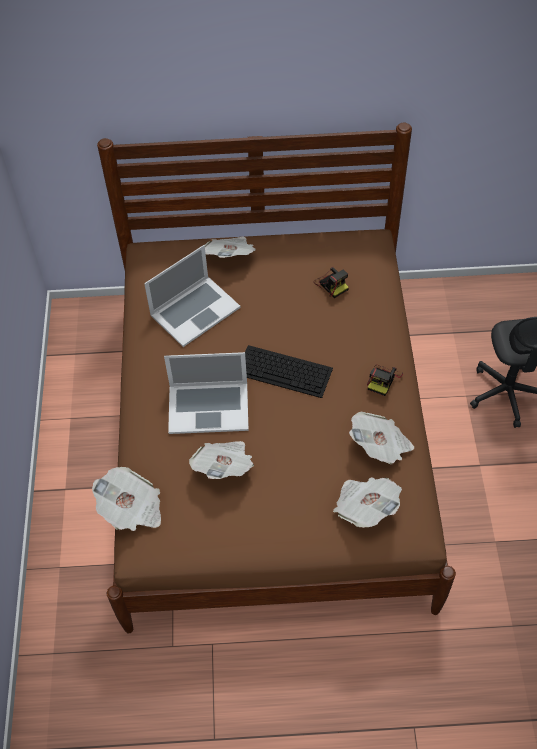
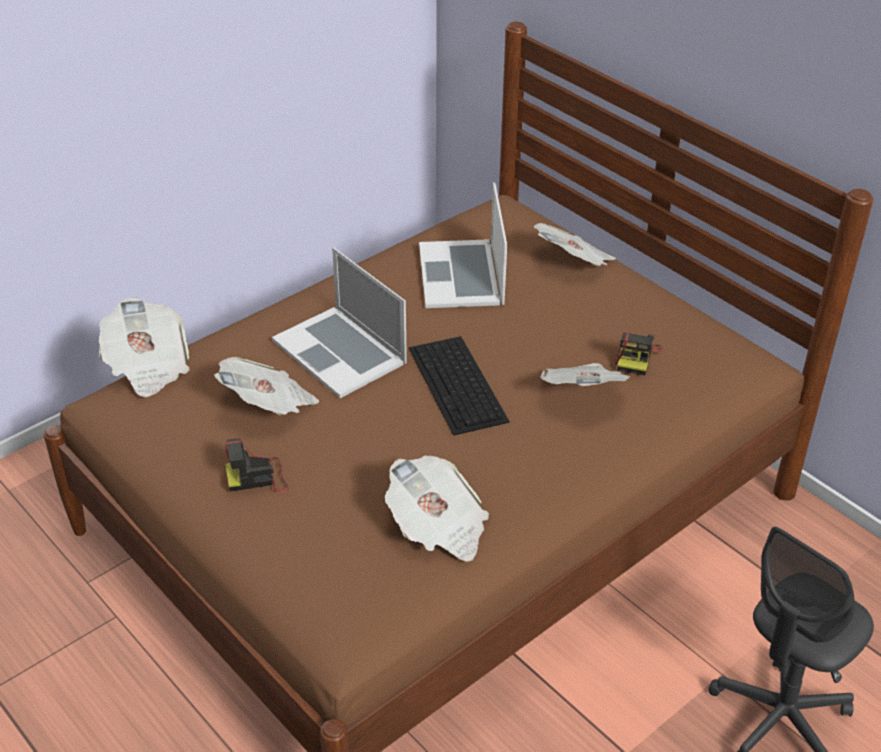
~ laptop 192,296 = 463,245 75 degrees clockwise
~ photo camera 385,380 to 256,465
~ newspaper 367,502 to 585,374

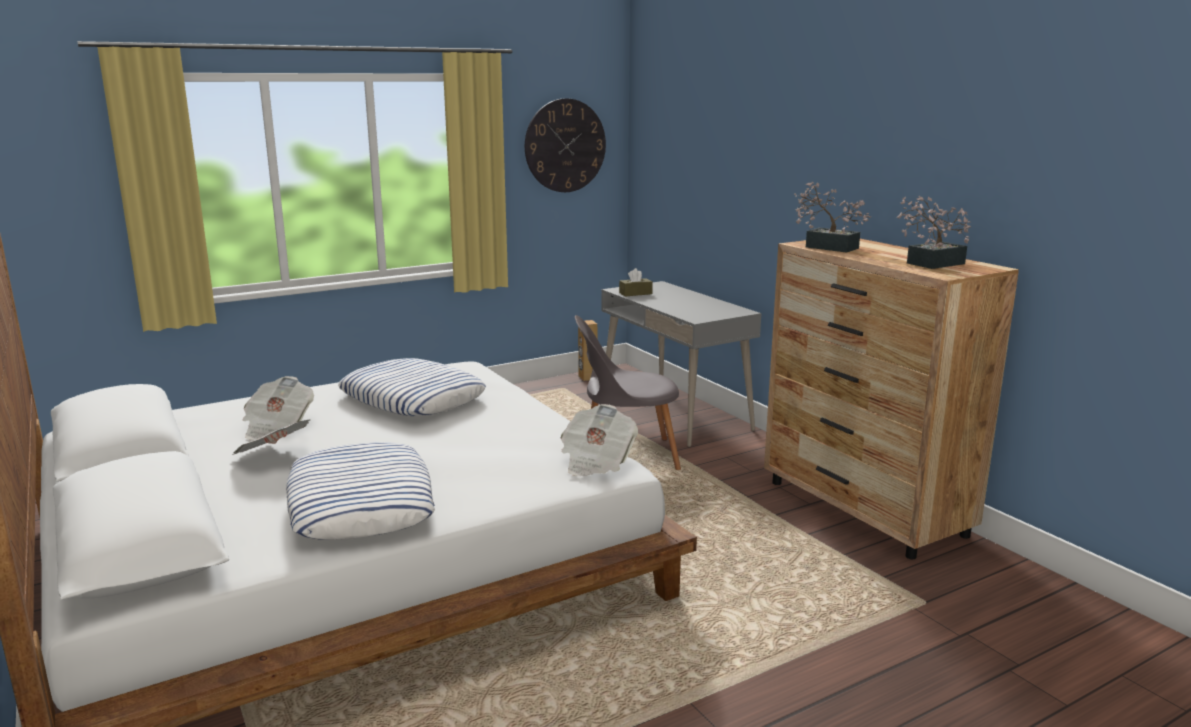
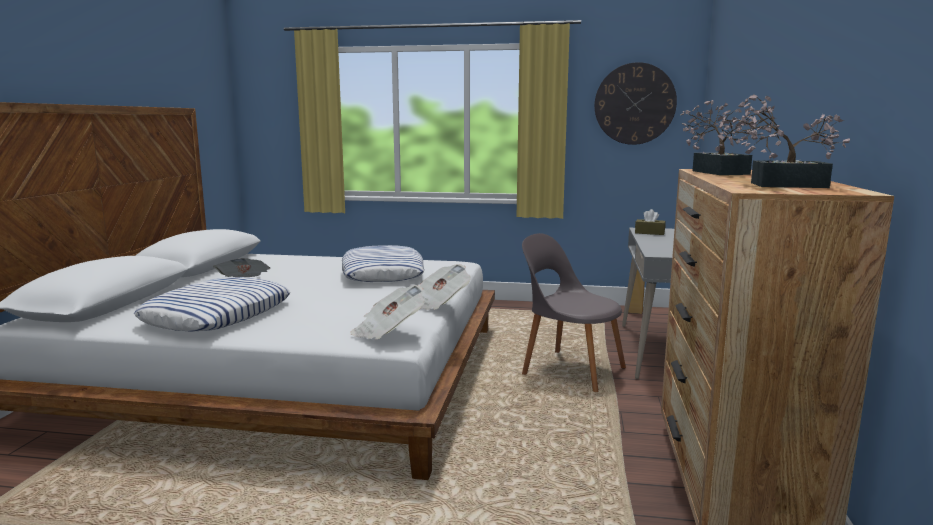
~ newspaper 278,408 to 445,287

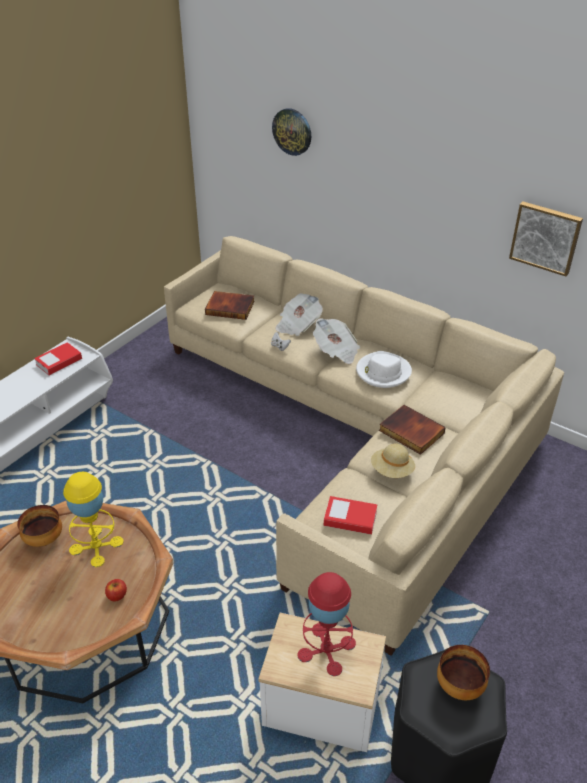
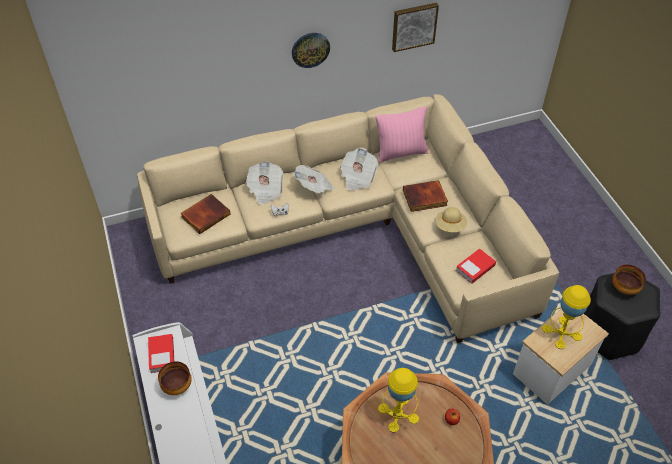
~ wall clock 291,132 to 311,50
~ white hat 384,369 to newspaper 359,169
~ bowl 39,526 to 175,378
~ red table lamp 327,624 to yellow table lamp 566,317
+ pink pillow 402,135

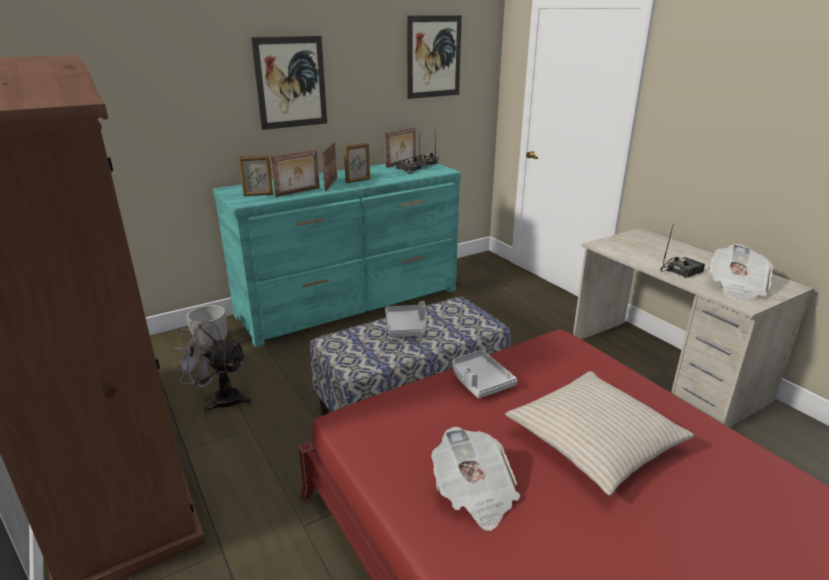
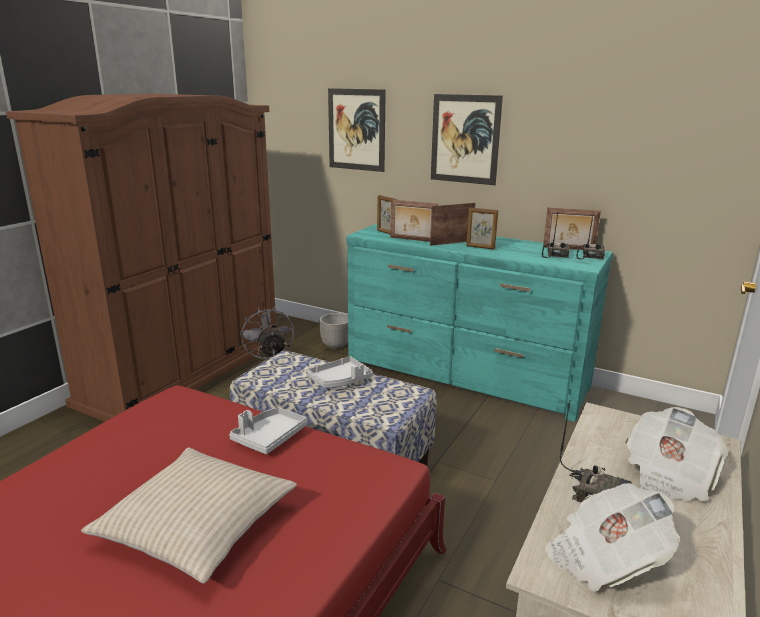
~ picture 434,57 to 357,130
~ newspaper 475,478 to 677,454

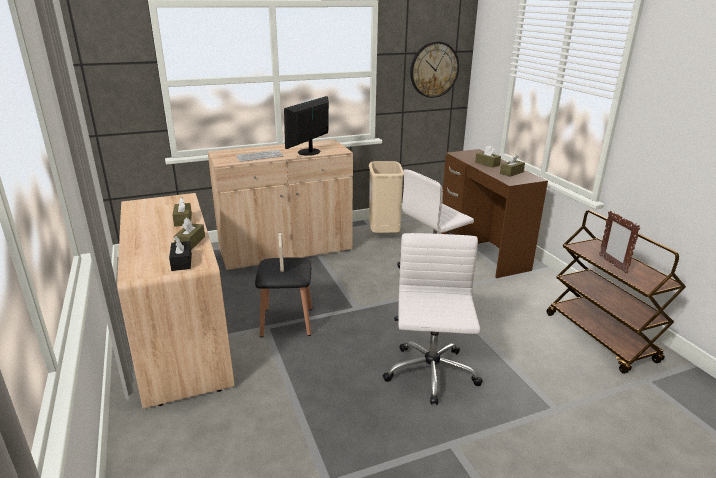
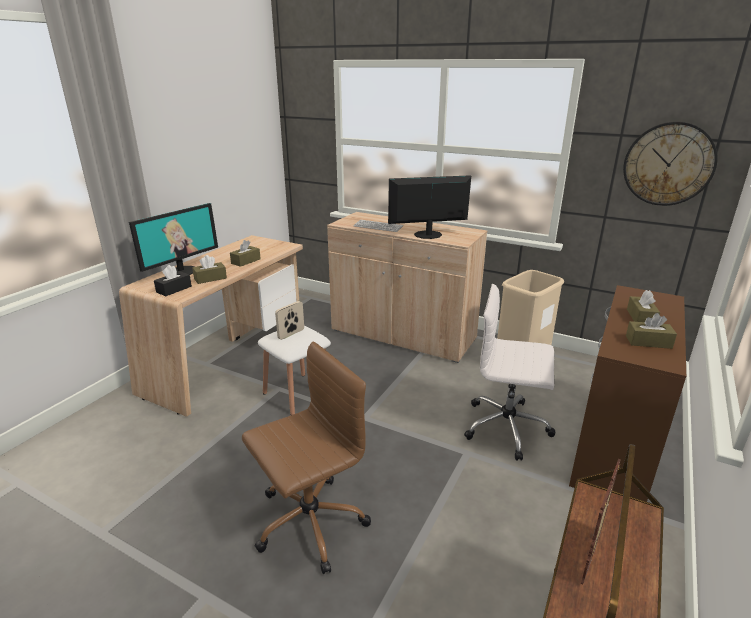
~ white office chair 433,319 to brown office chair 306,457
~ black stool 283,297 to white stool 294,370
+ monitor 173,239

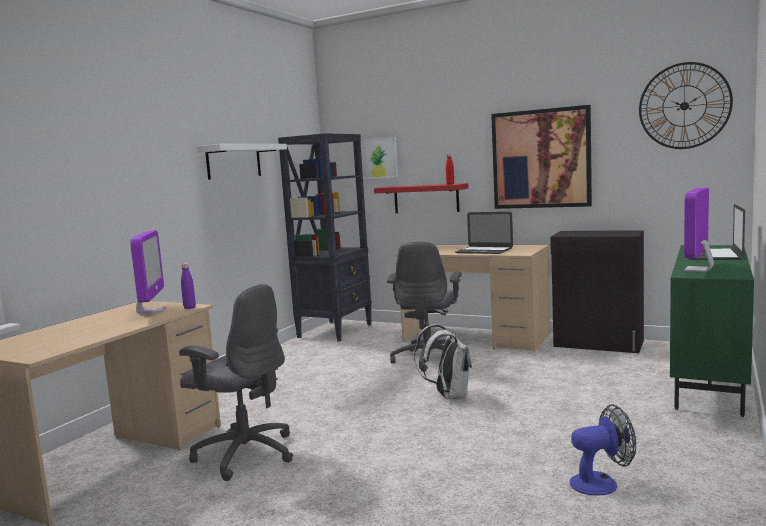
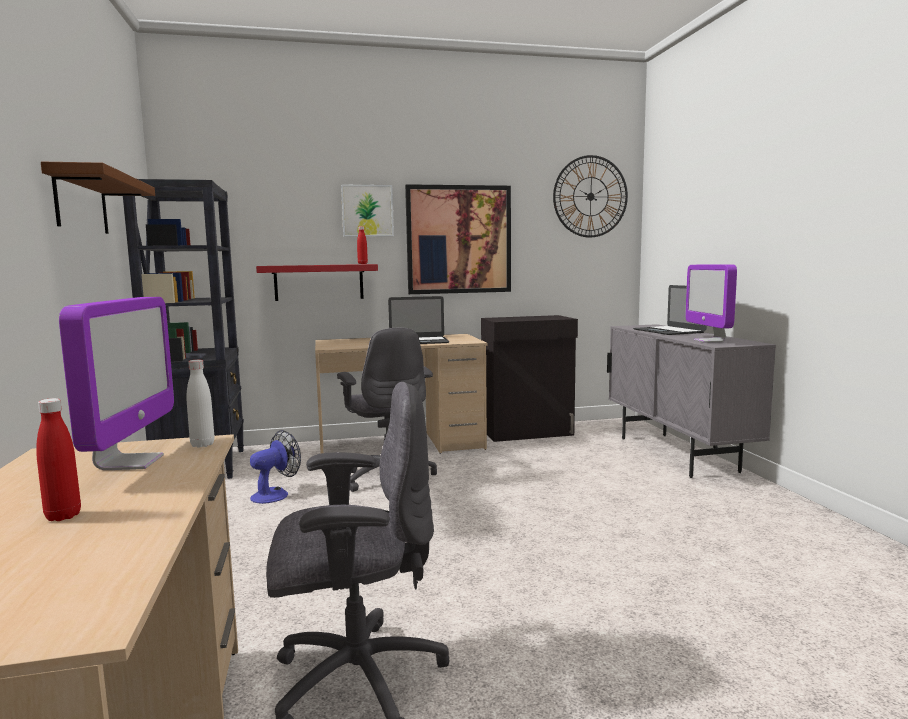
~ picture 379,158 to 367,211
~ white shelf 241,162 to brown shelf 98,198
~ monitor 148,272 = 116,383 45 degrees clockwise
~ green cabinet 712,331 to grey cabinet 691,401
~ purple bottle 188,286 to white bottle 200,404
- white backpack 443,361
~ fan 603,449 to 275,467
+ red bottle 58,459

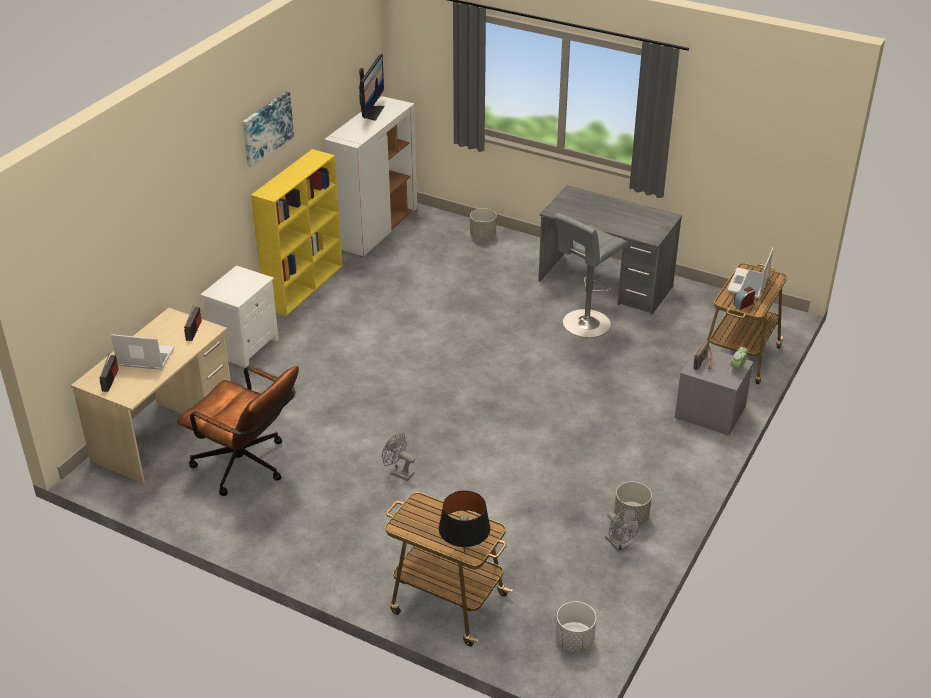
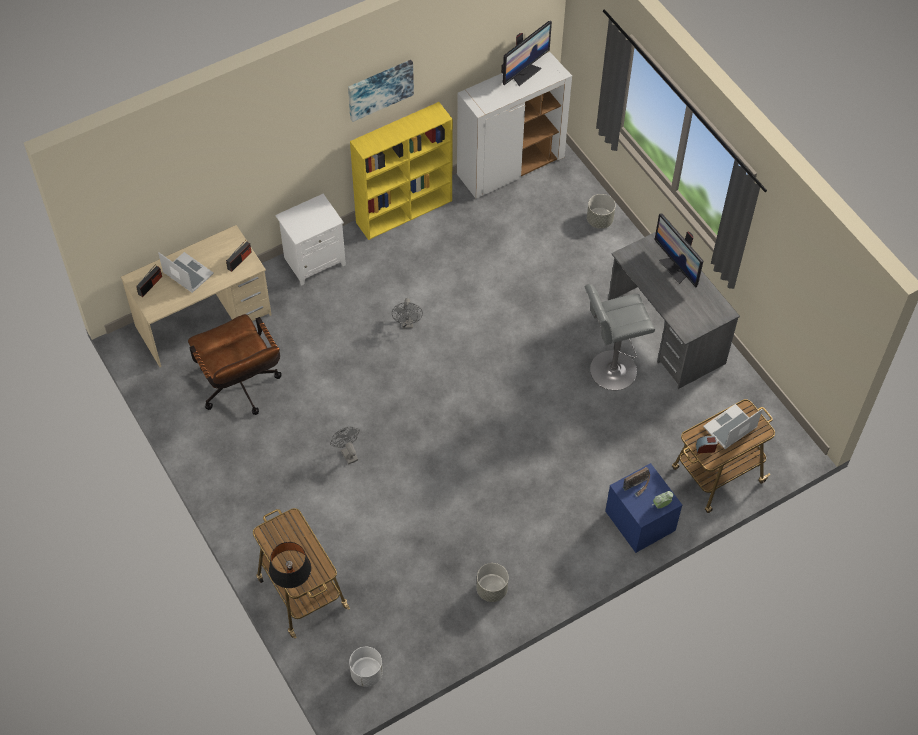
~ grey nightstand 714,390 to blue nightstand 643,508
~ grey fan 623,530 to 407,313
+ monitor 679,250

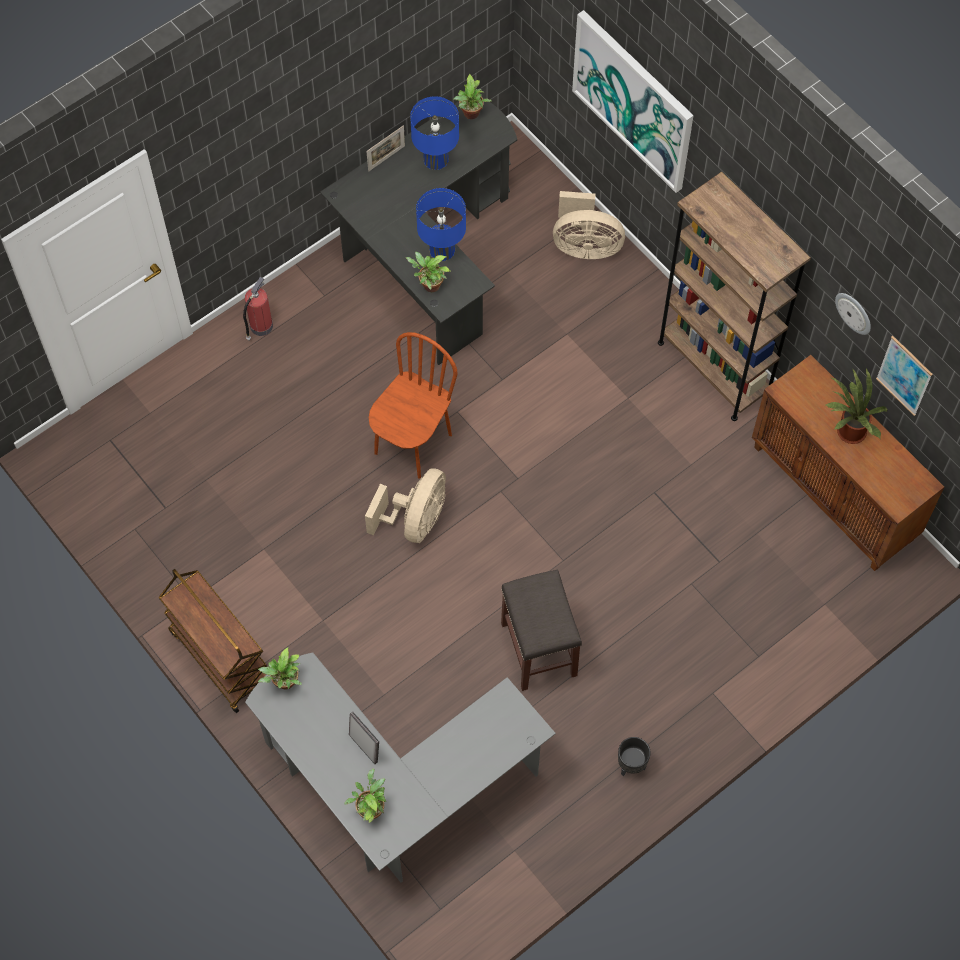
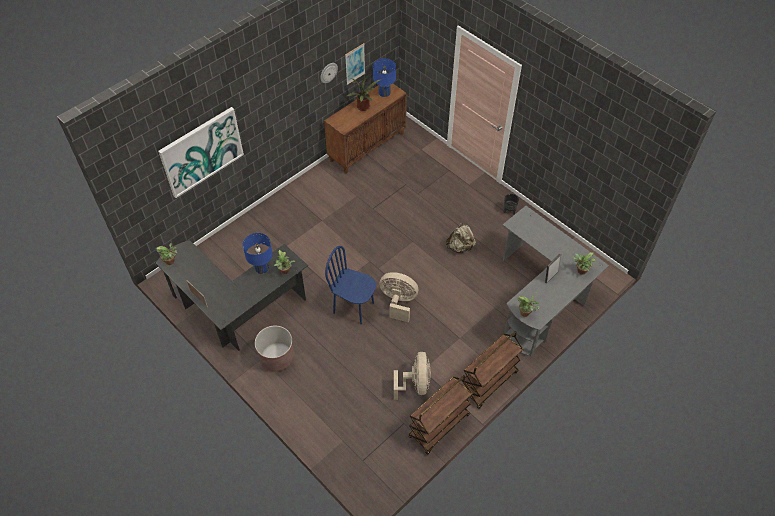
~ blue table lamp 434,133 to 384,77
- brown bookcase 734,296
~ beige fan 589,225 to 412,376
- fire extinguisher 258,309
~ brown chair 413,405 to blue chair 350,285
~ grey stool 541,630 to beige backpack 461,237
+ brown planter 274,348
+ brown cart 440,415

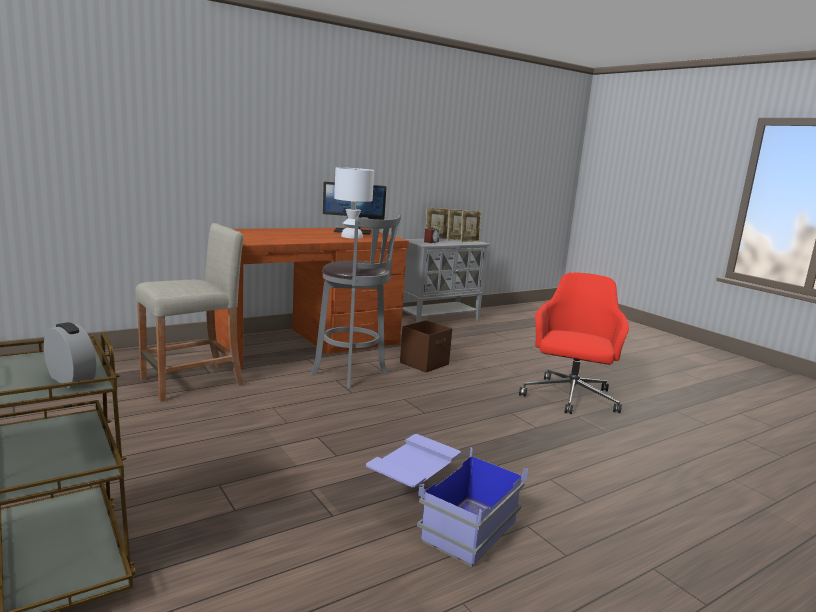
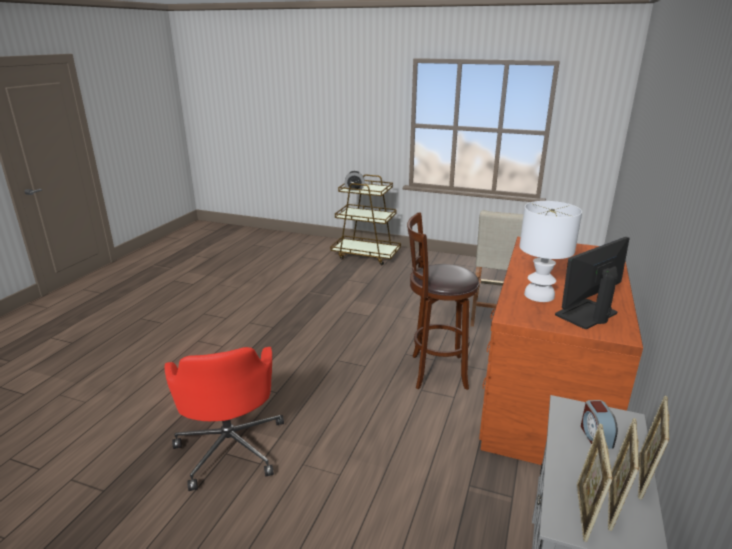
~ grey stool 356,301 to brown stool 443,301
- brown storage box 426,346
- blue storage box 447,500

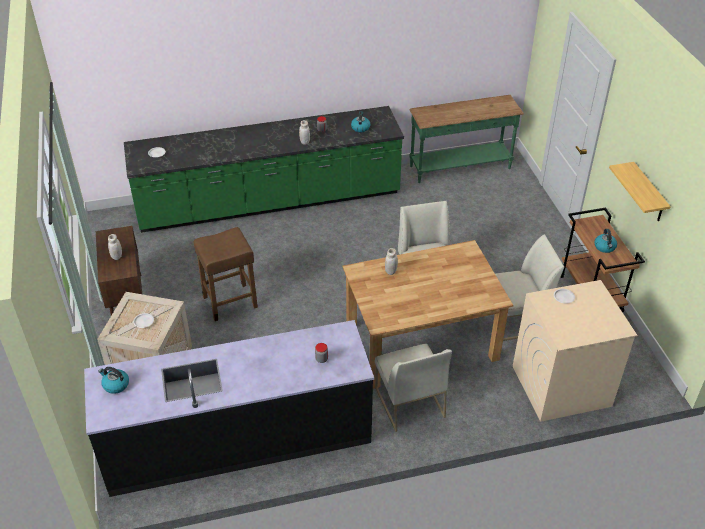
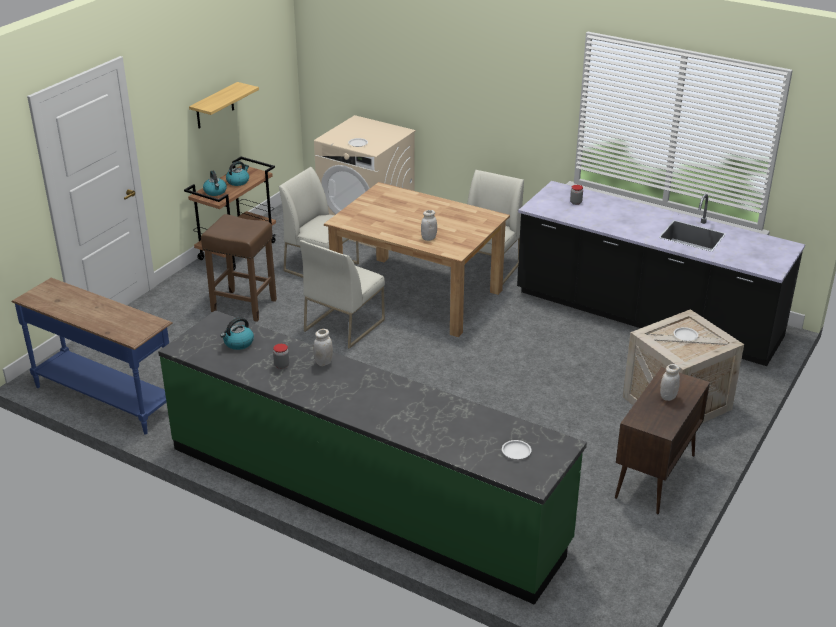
~ green console table 466,139 to blue console table 92,356
~ brown stool 226,274 to 239,268
~ kettle 113,380 to 215,183

